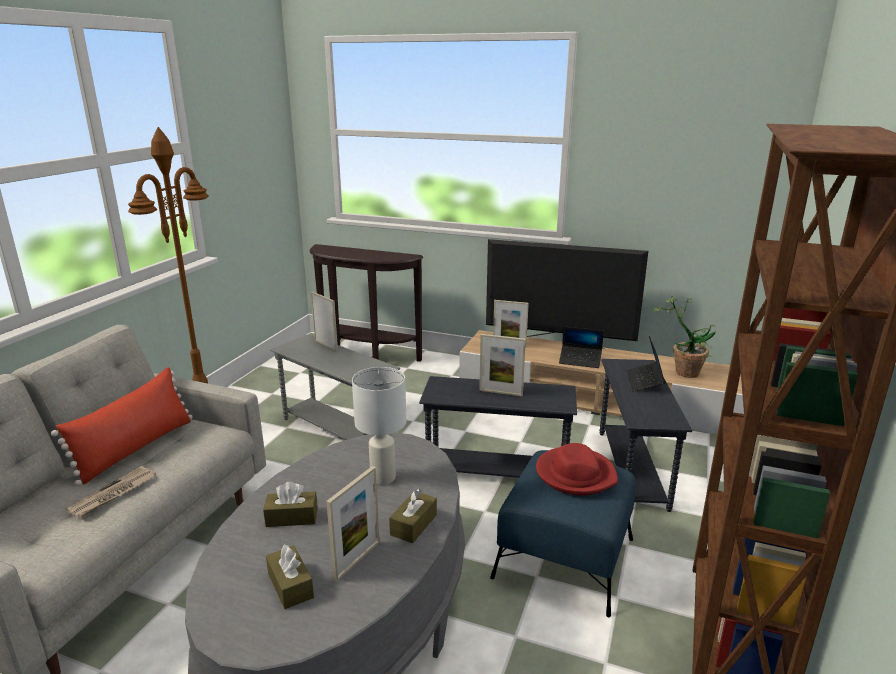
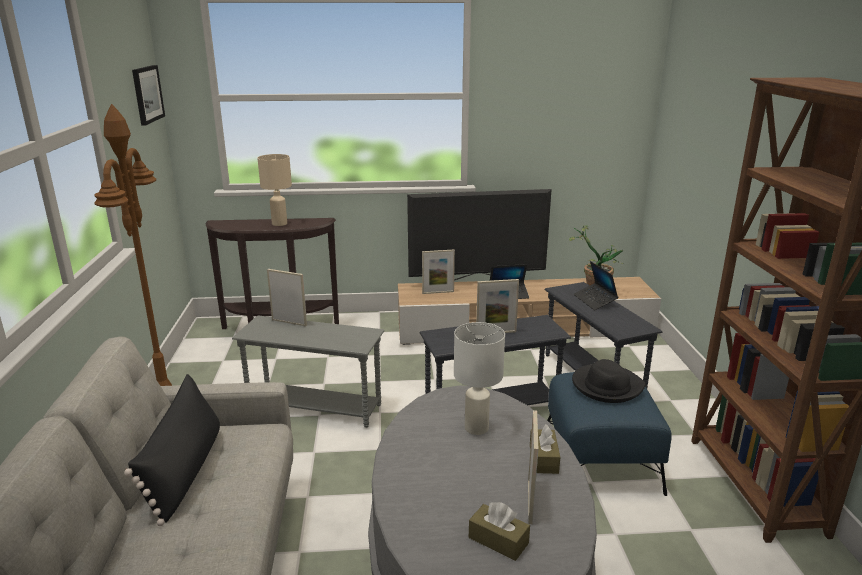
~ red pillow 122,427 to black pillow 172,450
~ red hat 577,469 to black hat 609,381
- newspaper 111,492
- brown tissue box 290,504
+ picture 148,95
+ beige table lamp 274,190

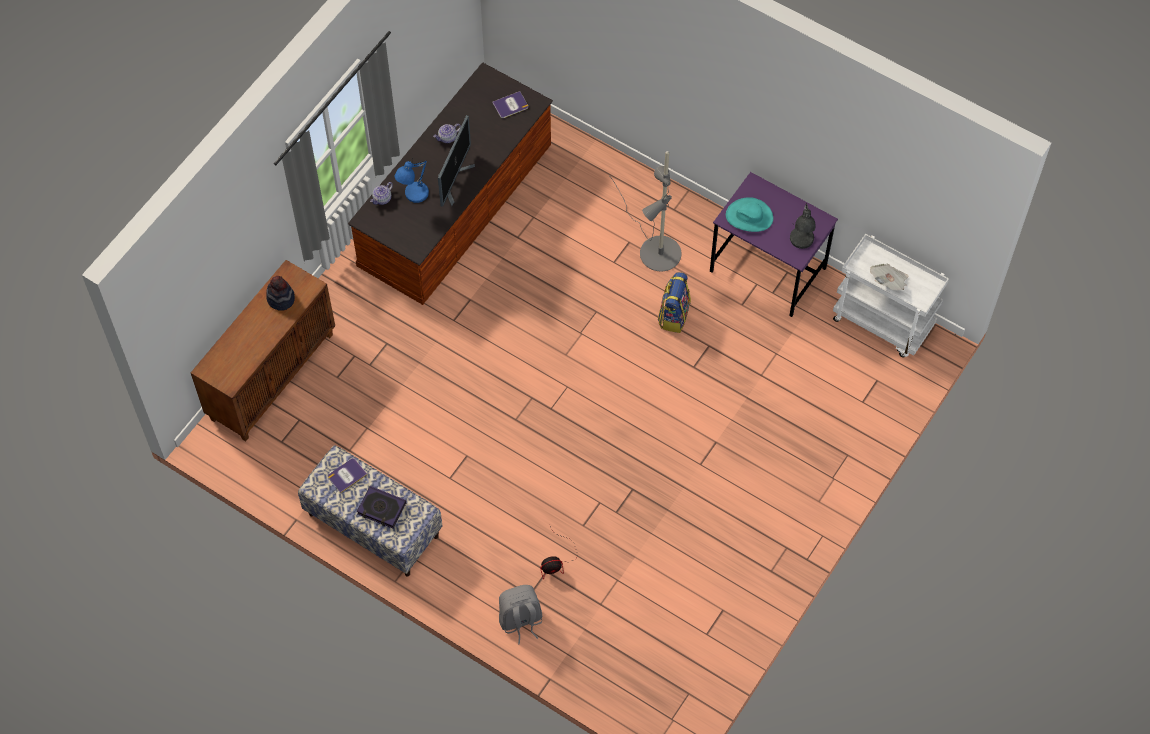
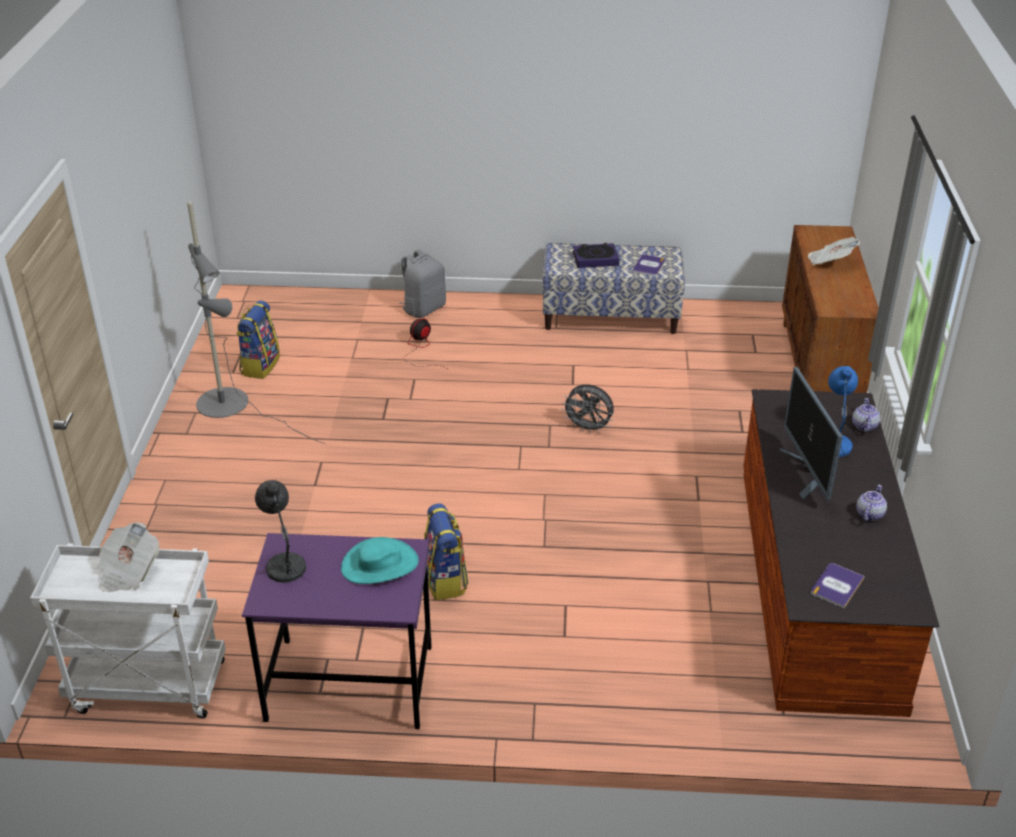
~ grey floor lamp 646,211 to 256,322
- hat 280,293
+ newspaper 834,251
+ backpack 258,340
+ grey fan 587,408

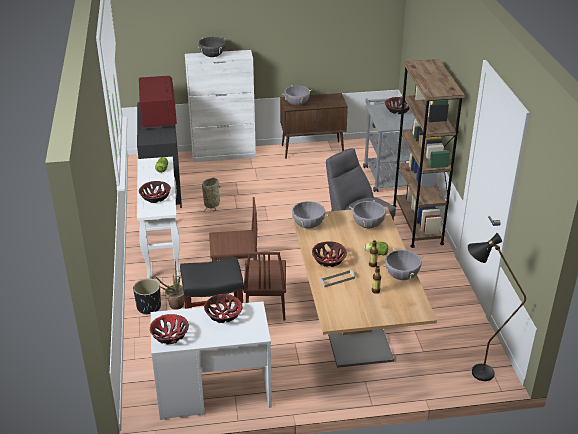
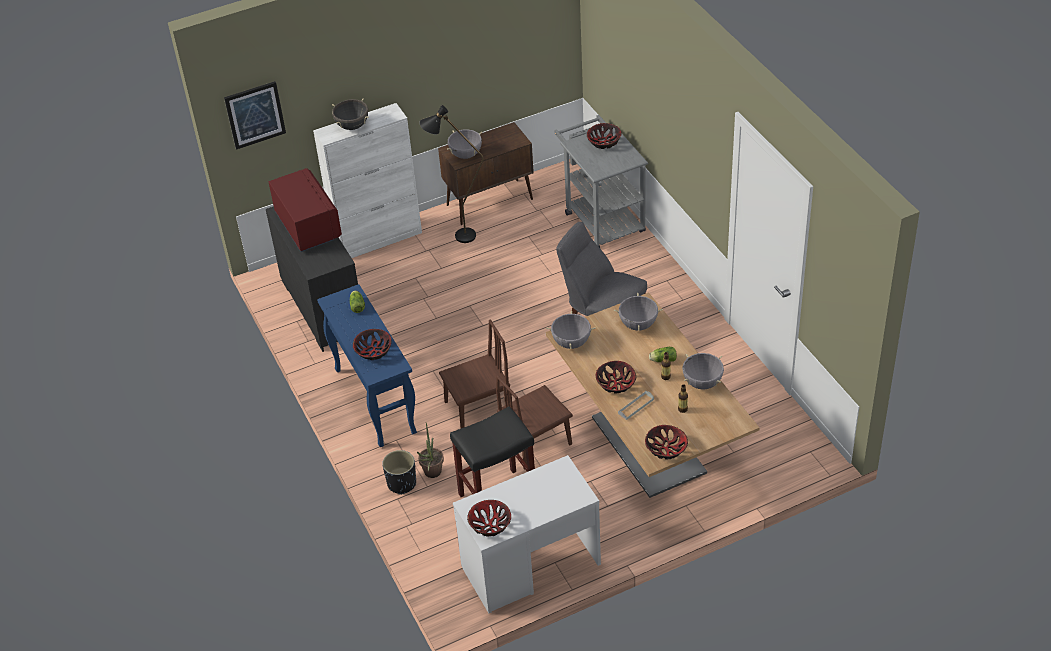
- brown bookcase 429,153
~ white console table 158,217 to blue console table 367,365
- basket 211,195
~ black floor lamp 496,307 to 451,174
~ brown chair 265,286 = 534,423 75 degrees clockwise
~ bowl 223,308 to 666,442
+ picture 255,115

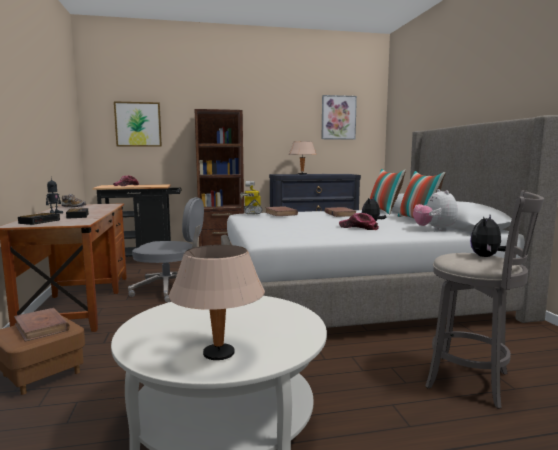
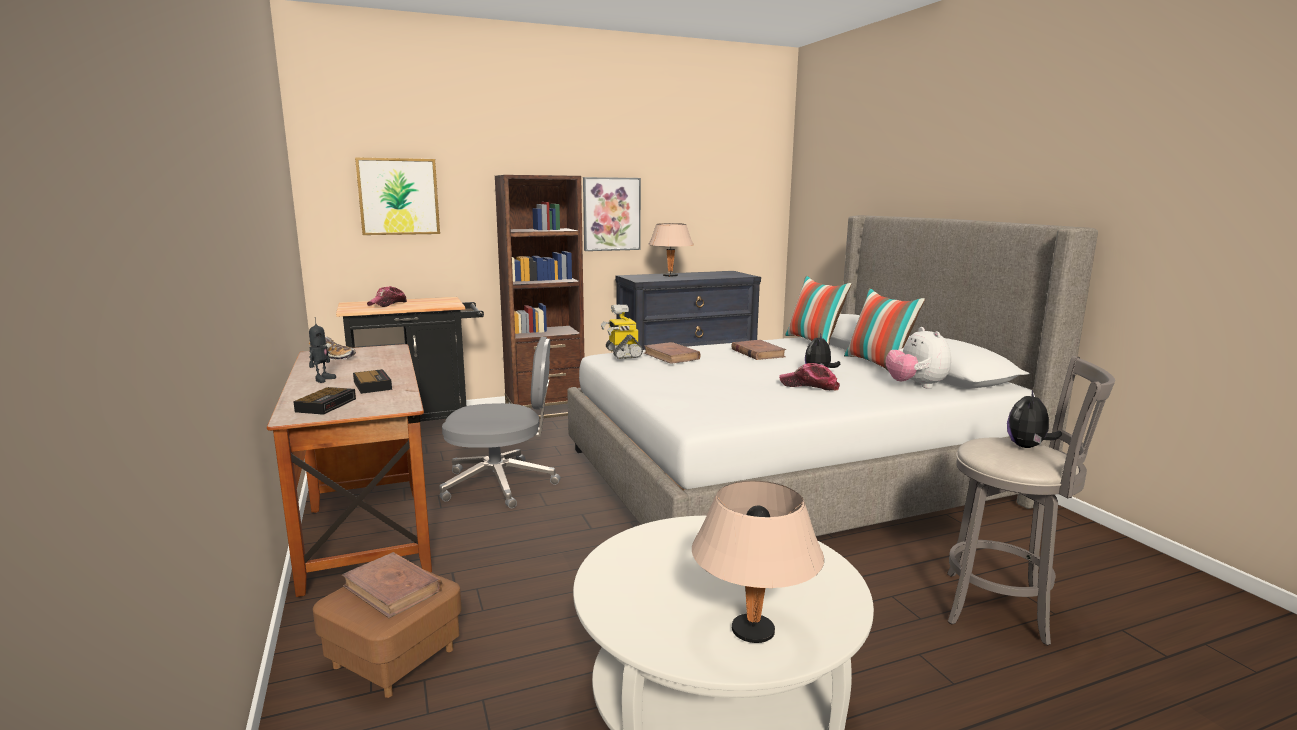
~ picture 339,117 to 612,214

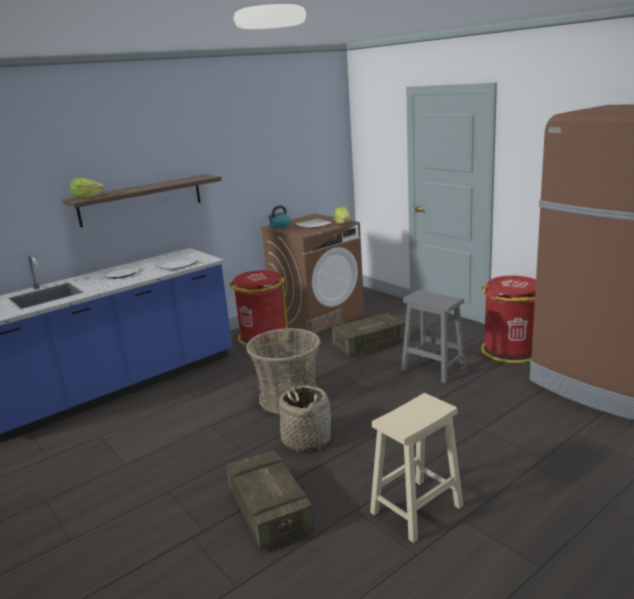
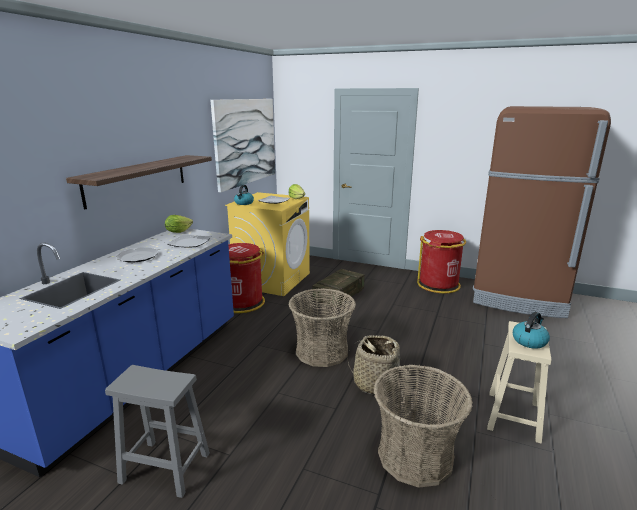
~ lettuce 87,188 to 179,224
~ brown washing machine 312,274 to yellow washing machine 267,244
~ grey stool 433,336 to 157,431
~ crate 270,500 to basket 423,425
+ picture 243,145
+ kettle 531,330

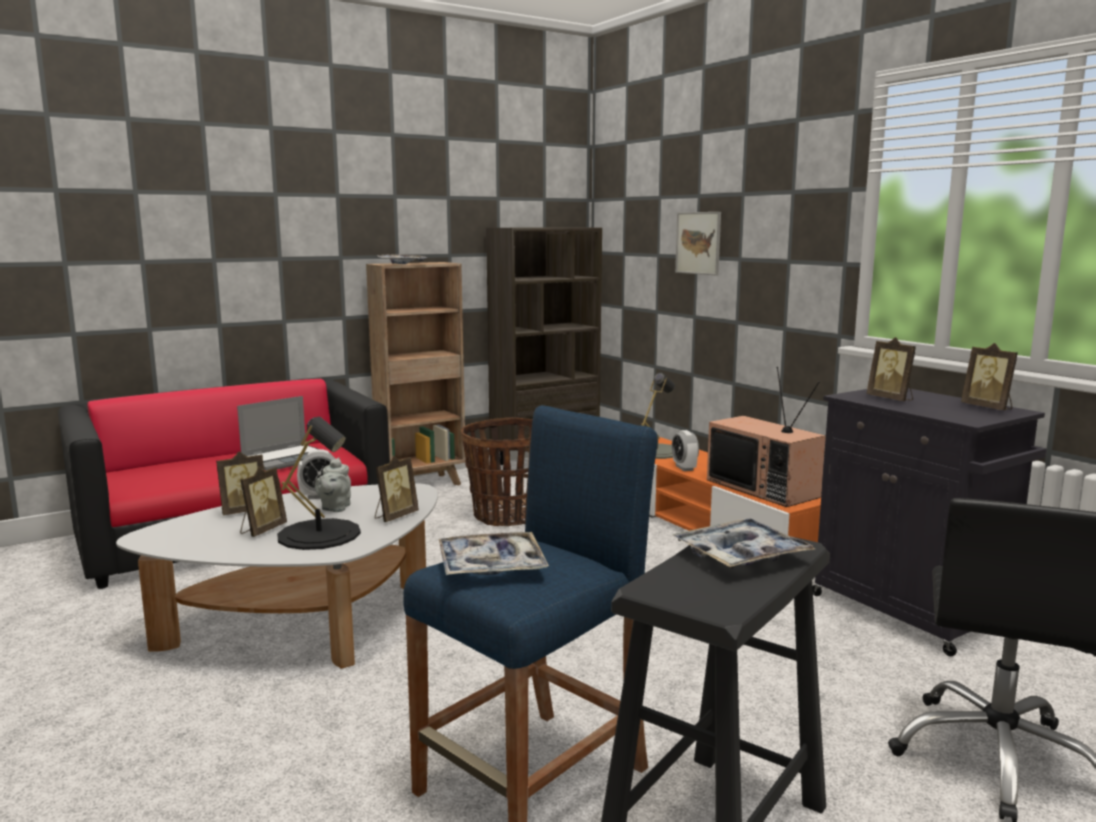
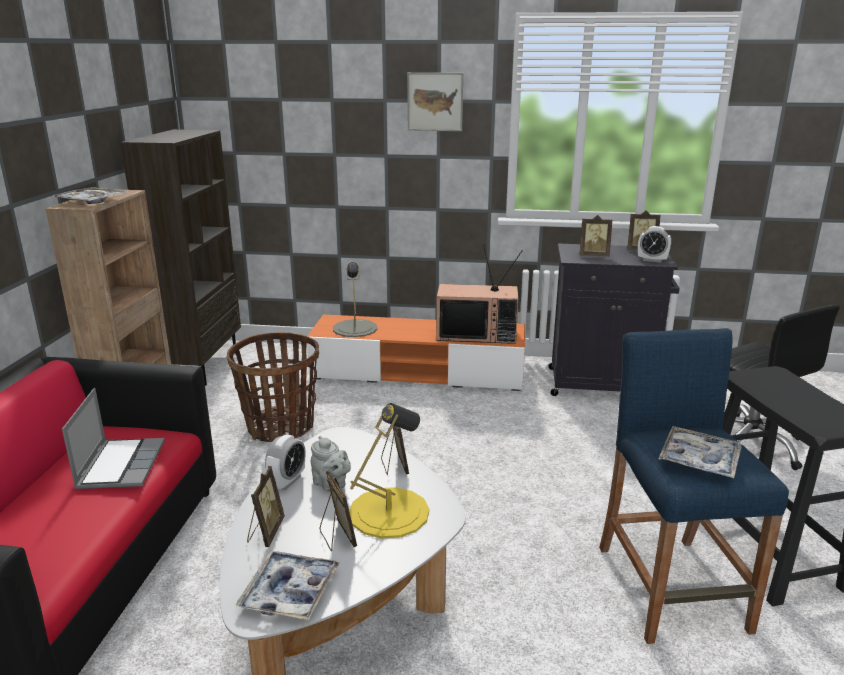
~ picture 698,244 to 435,101
~ black table lamp 319,483 to yellow table lamp 389,471
~ alarm clock 685,450 to 654,244
~ tray 744,543 to 288,585

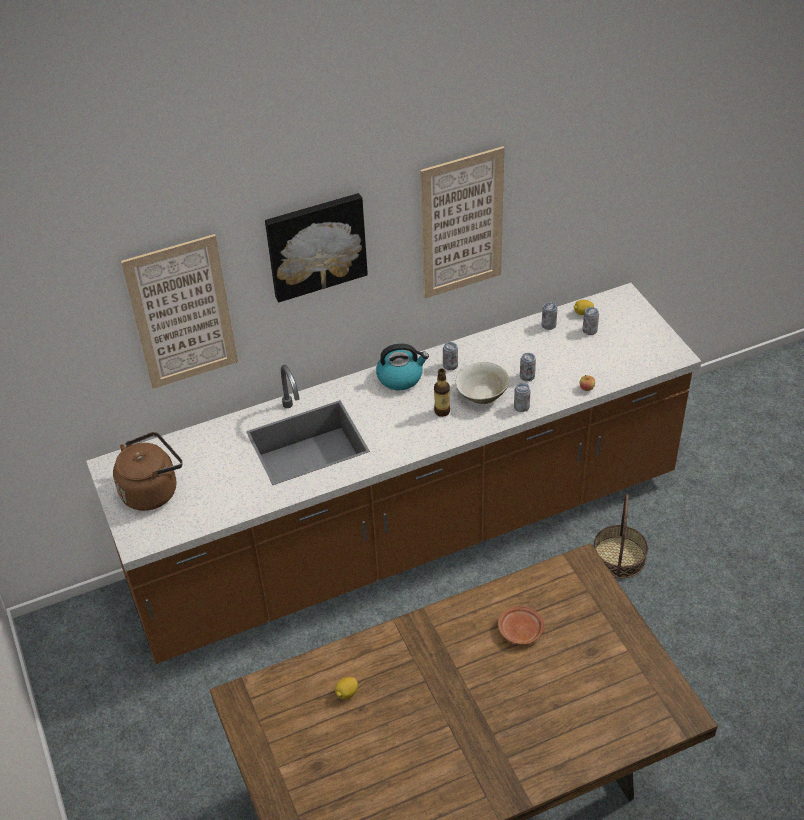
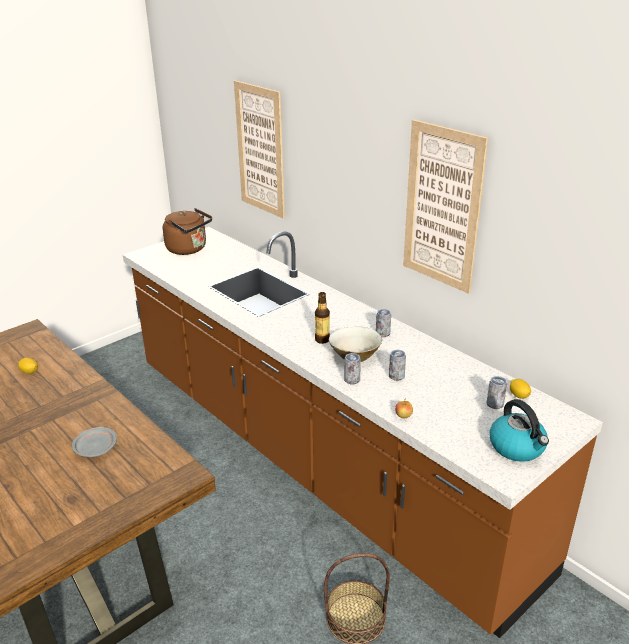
- picture 316,247
- can 549,316
~ kettle 402,366 to 519,430
~ brown plate 521,625 to grey plate 94,442

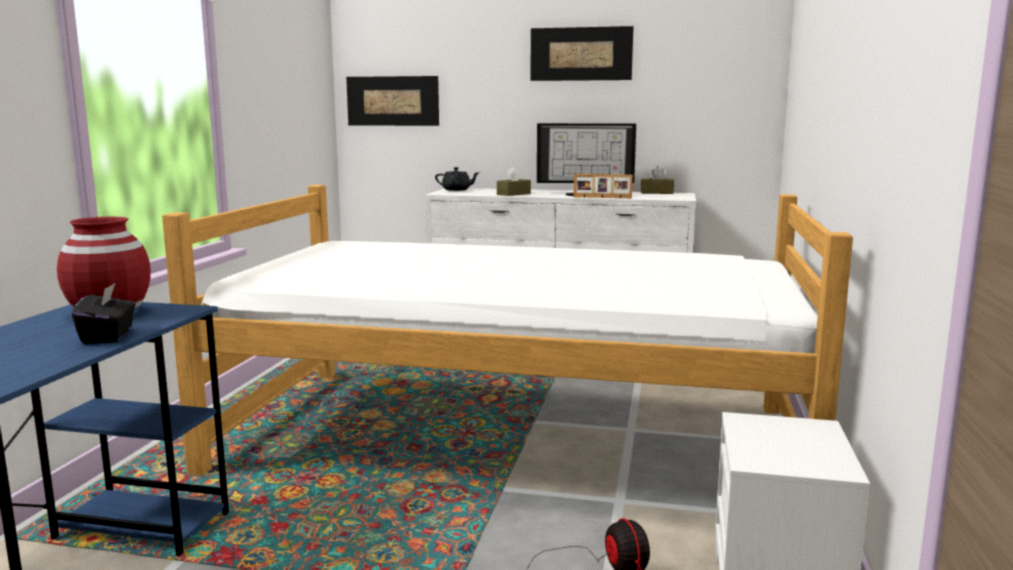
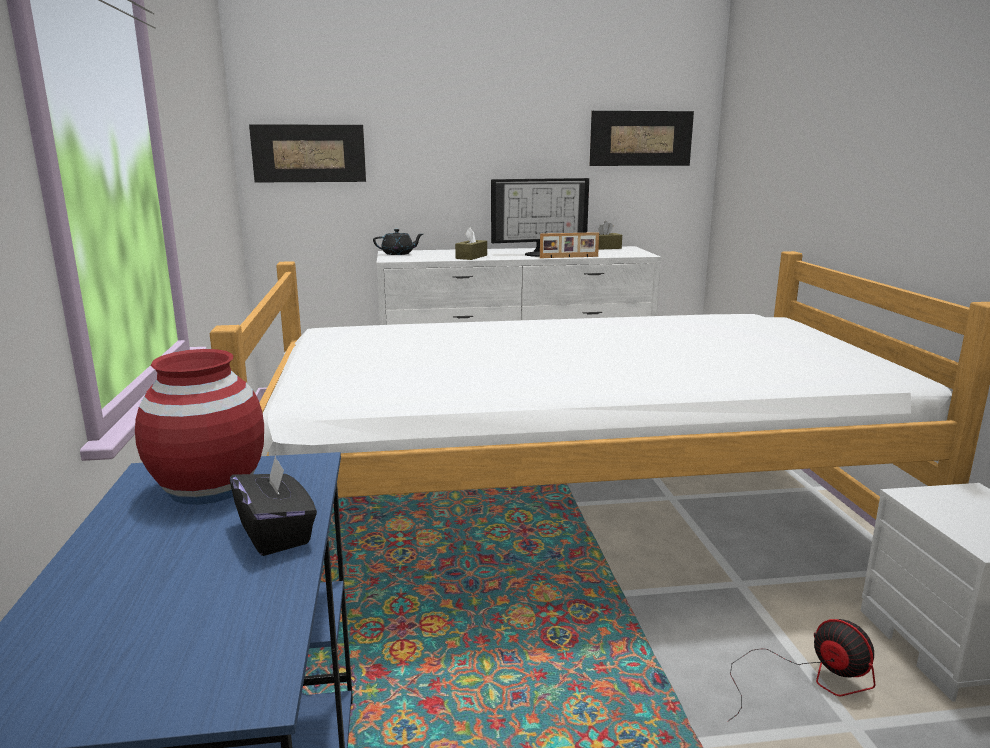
~ picture 581,53 to 642,138

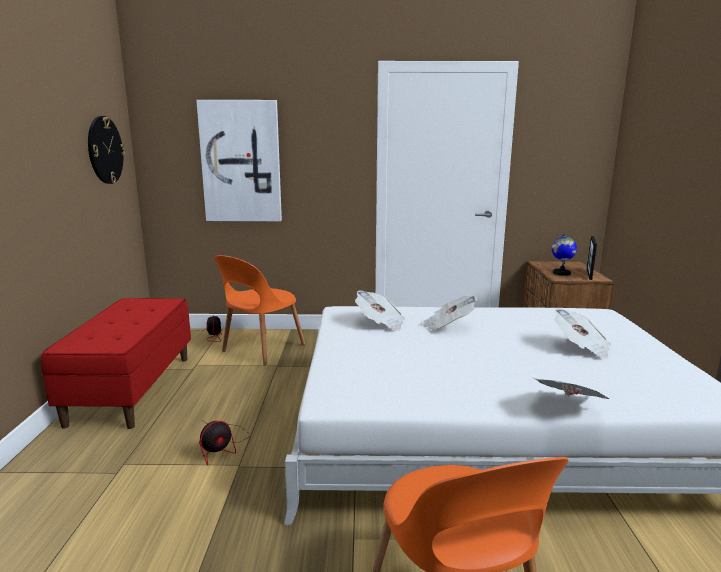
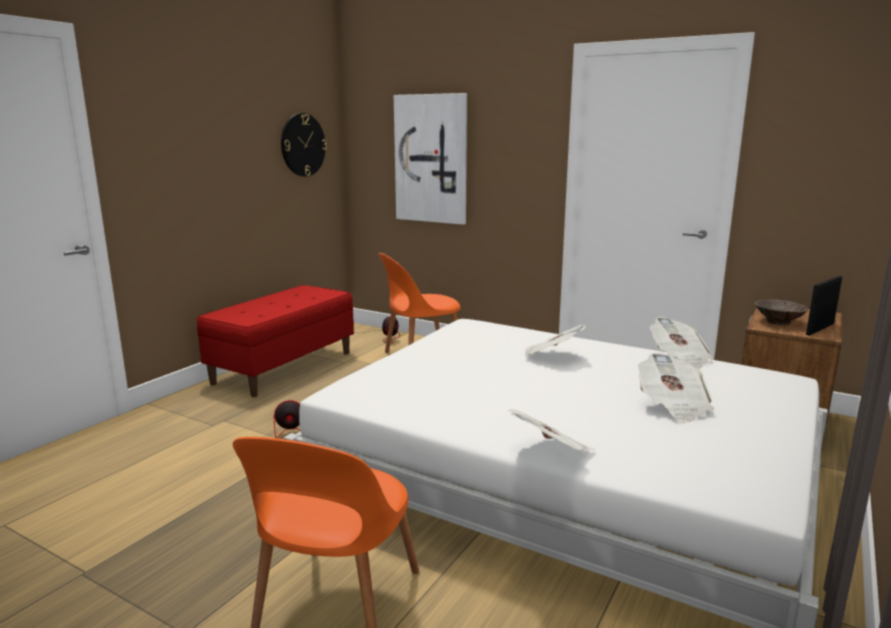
~ globe 564,254 to brown bowl 781,312
~ newspaper 380,310 to 681,343

